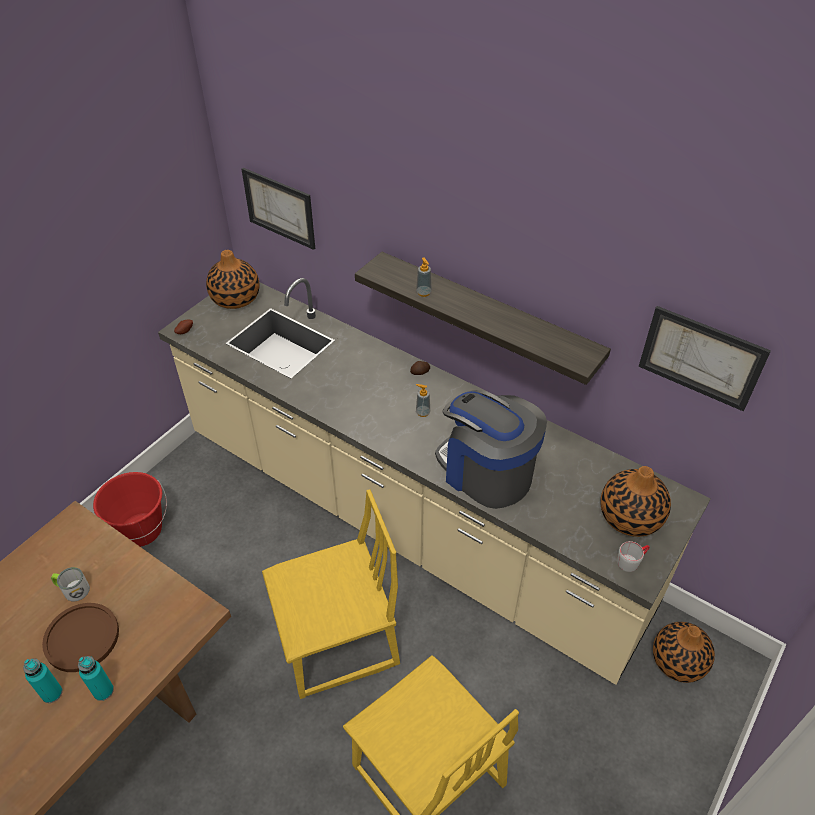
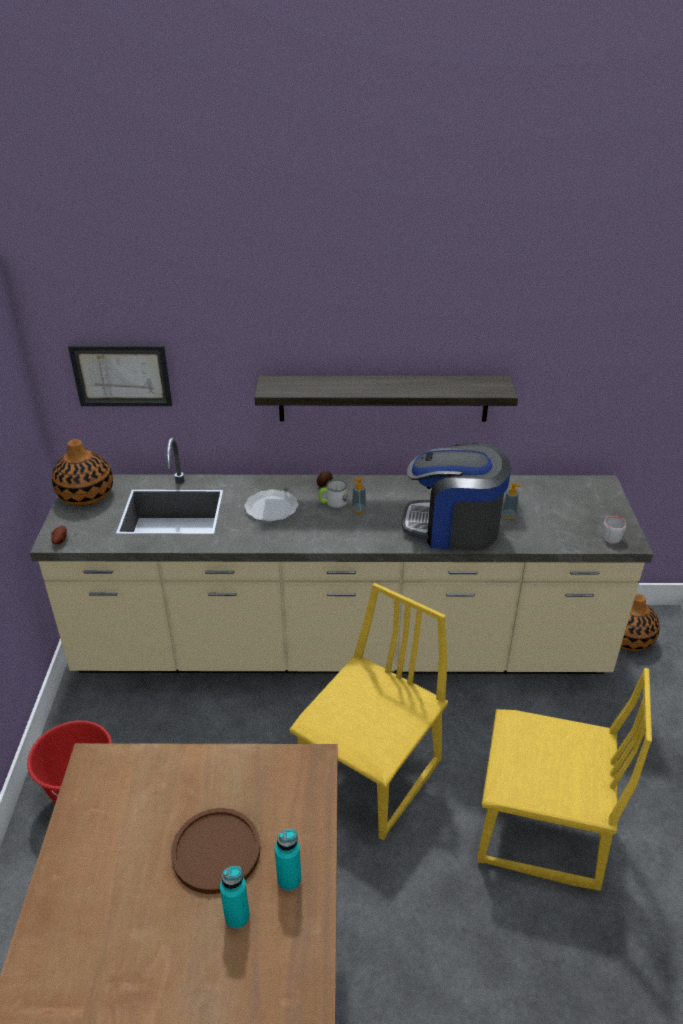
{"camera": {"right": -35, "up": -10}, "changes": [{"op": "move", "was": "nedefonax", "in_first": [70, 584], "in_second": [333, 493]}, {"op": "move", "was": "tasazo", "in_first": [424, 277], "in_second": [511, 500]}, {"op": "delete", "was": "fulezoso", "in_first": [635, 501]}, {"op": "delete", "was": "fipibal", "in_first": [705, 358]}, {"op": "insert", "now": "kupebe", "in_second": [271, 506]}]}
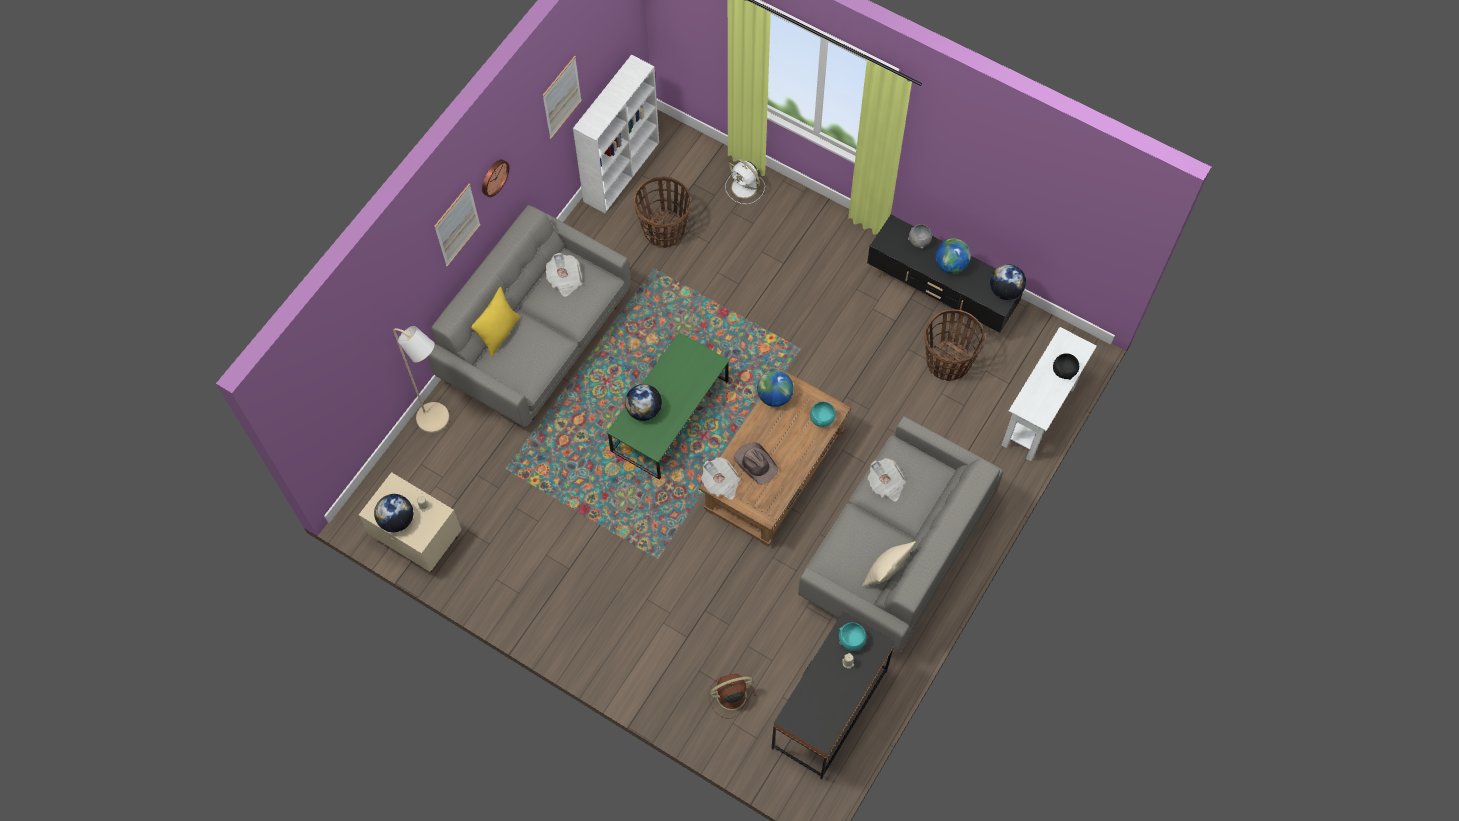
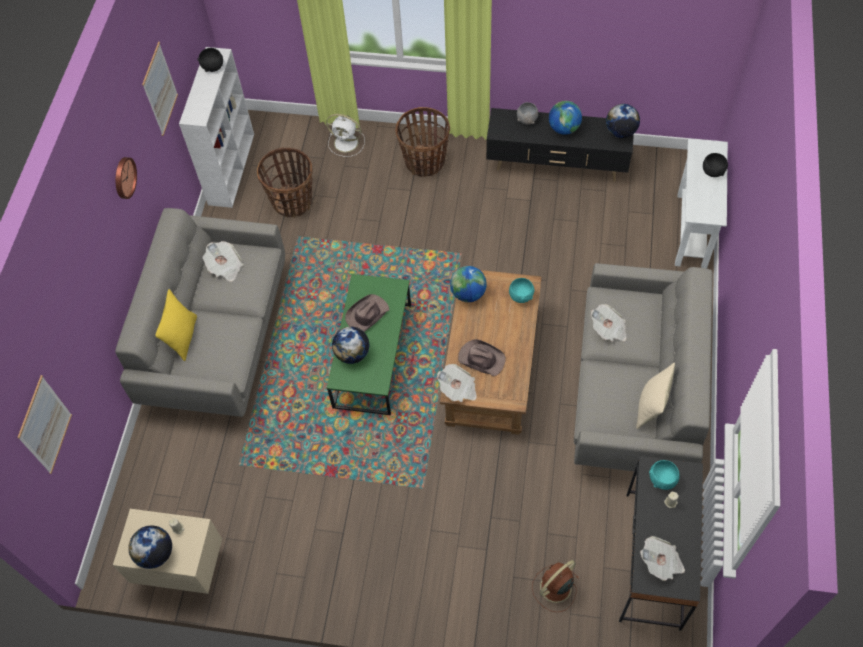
{"camera": {"right": -20, "up": -5}, "changes": [{"op": "delete", "was": "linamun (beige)", "in_first": [421, 379]}, {"op": "move", "was": "fipibal", "in_first": [457, 225], "in_second": [44, 424]}, {"op": "move", "was": "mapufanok", "in_first": [955, 345], "in_second": [422, 142]}, {"op": "insert", "now": "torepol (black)", "in_second": [210, 60]}, {"op": "insert", "now": "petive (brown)", "in_second": [367, 313]}, {"op": "insert", "now": "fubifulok", "in_second": [662, 558]}]}
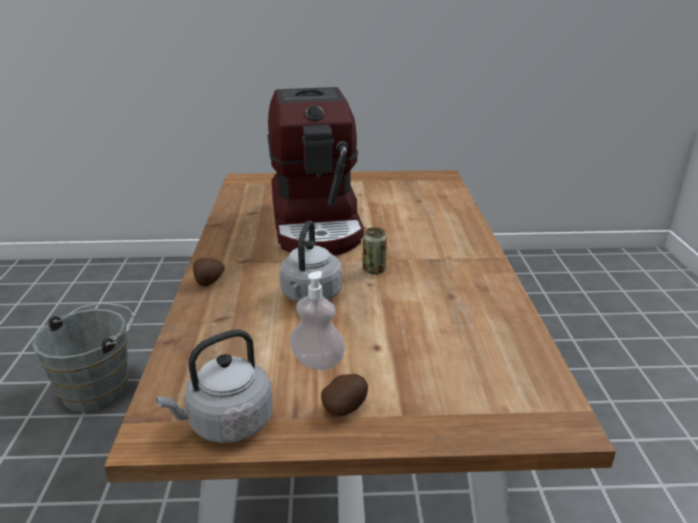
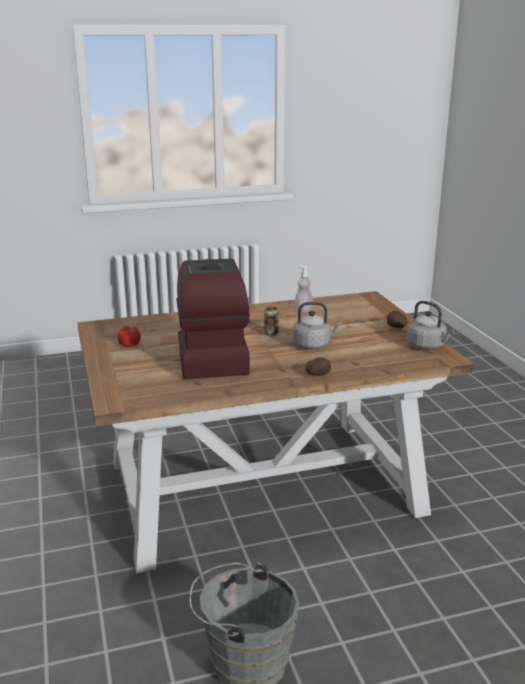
{"camera": {"right": -105, "up": -5}, "changes": [{"op": "rotate", "was": "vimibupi", "in_first": [315, 171], "in_second": [213, 319], "clockwise": -75}, {"op": "move", "was": "tasazo", "in_first": [317, 320], "in_second": [304, 289]}, {"op": "insert", "now": "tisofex", "in_second": [129, 336]}]}
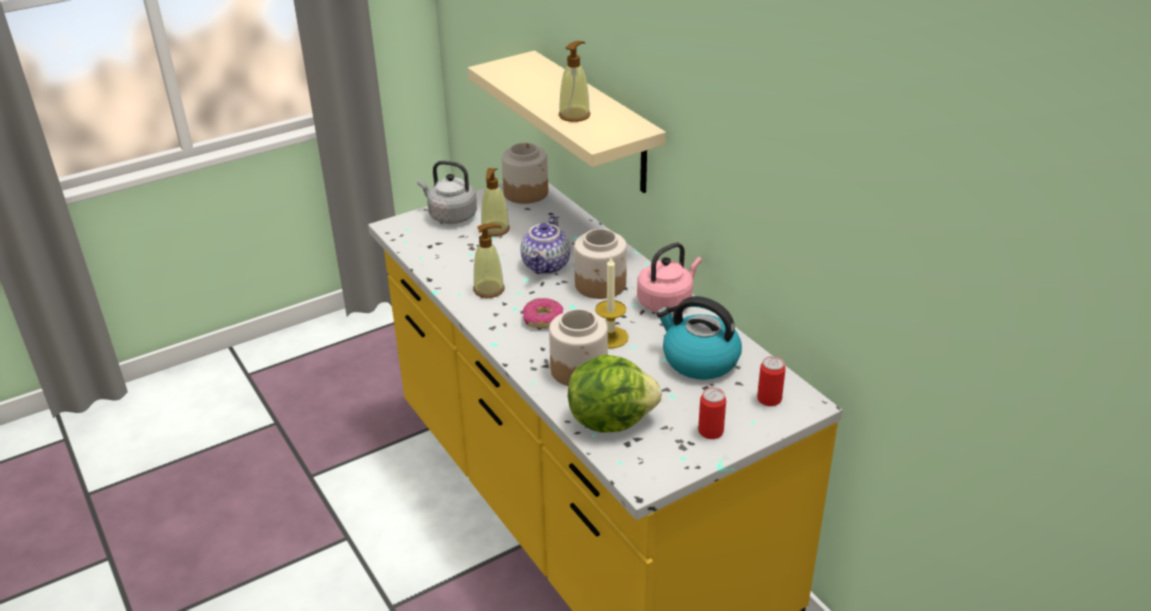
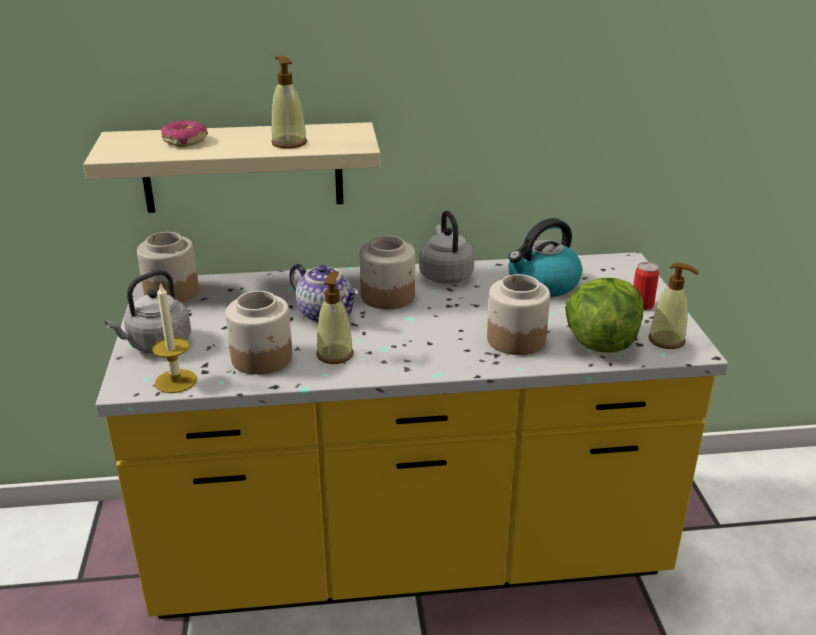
{"camera": {"right": -65, "up": -5}, "changes": [{"op": "move", "was": "tasazo", "in_first": [495, 202], "in_second": [673, 306]}, {"op": "move", "was": "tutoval", "in_first": [542, 313], "in_second": [184, 133]}, {"op": "move", "was": "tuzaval", "in_first": [612, 302], "in_second": [174, 337]}, {"op": "recolor", "was": "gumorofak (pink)", "now": "gumorofak (grey)", "in_first": [669, 277], "in_second": [447, 247]}, {"op": "delete", "was": "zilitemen", "in_first": [771, 381]}, {"op": "insert", "now": "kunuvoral", "in_second": [259, 333]}]}
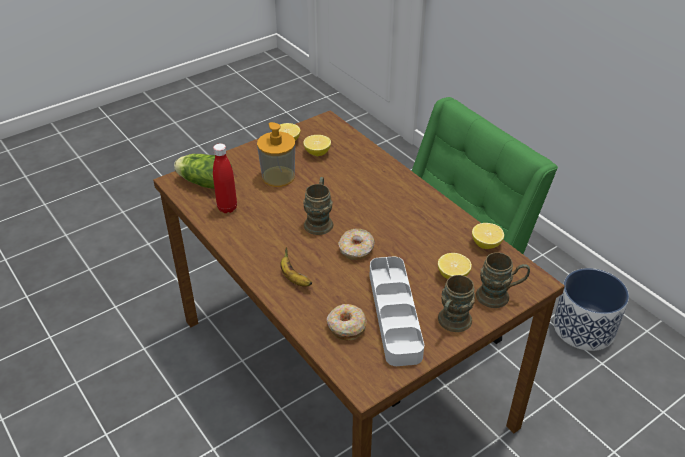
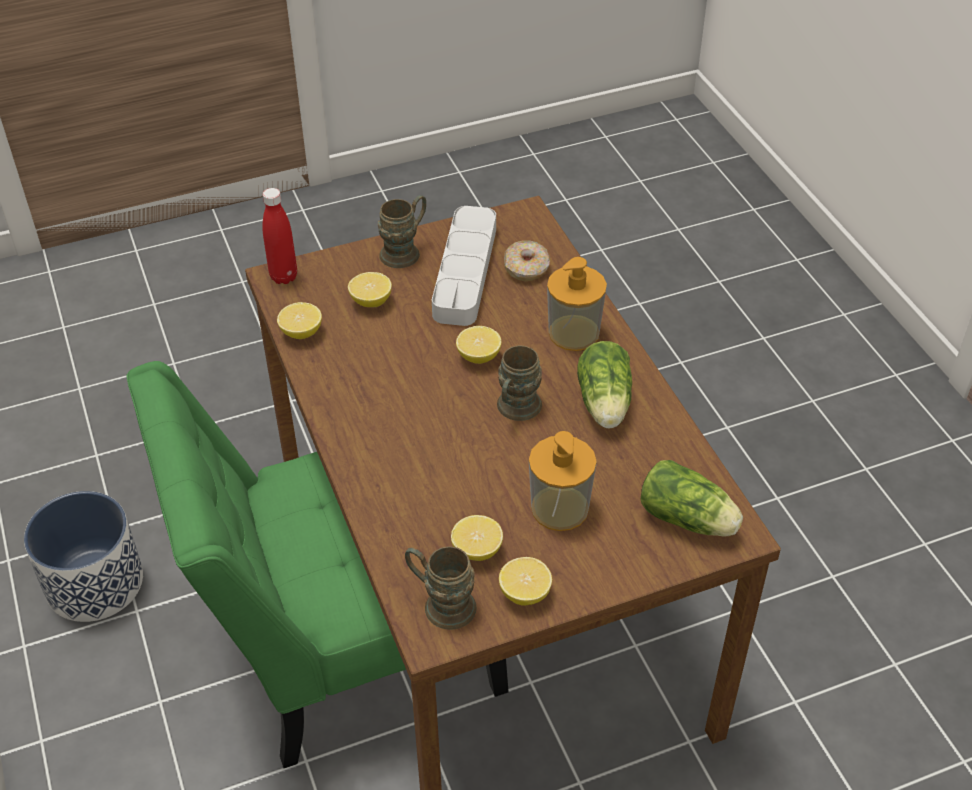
{"camera": {"right": -165, "up": 5}, "changes": [{"op": "move", "was": "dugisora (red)", "in_first": [225, 178], "in_second": [279, 236]}, {"op": "replace", "was": "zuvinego", "now": "tasazo", "in_first": [296, 267], "in_second": [577, 304]}, {"op": "replace", "was": "tutoval", "now": "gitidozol", "in_first": [356, 244], "in_second": [479, 345]}, {"op": "move", "was": "nedefonax (brown)", "in_first": [503, 280], "in_second": [440, 588]}, {"op": "insert", "now": "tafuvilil", "in_second": [604, 384]}]}
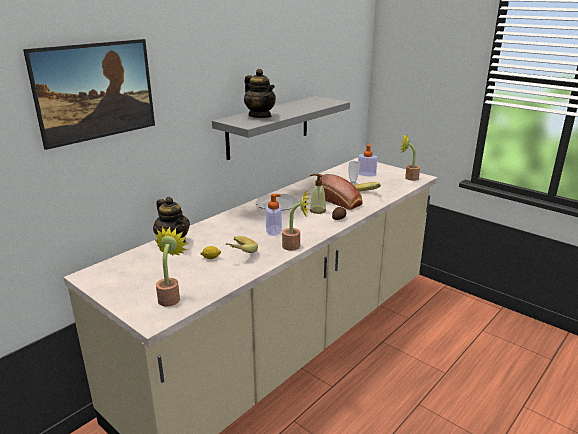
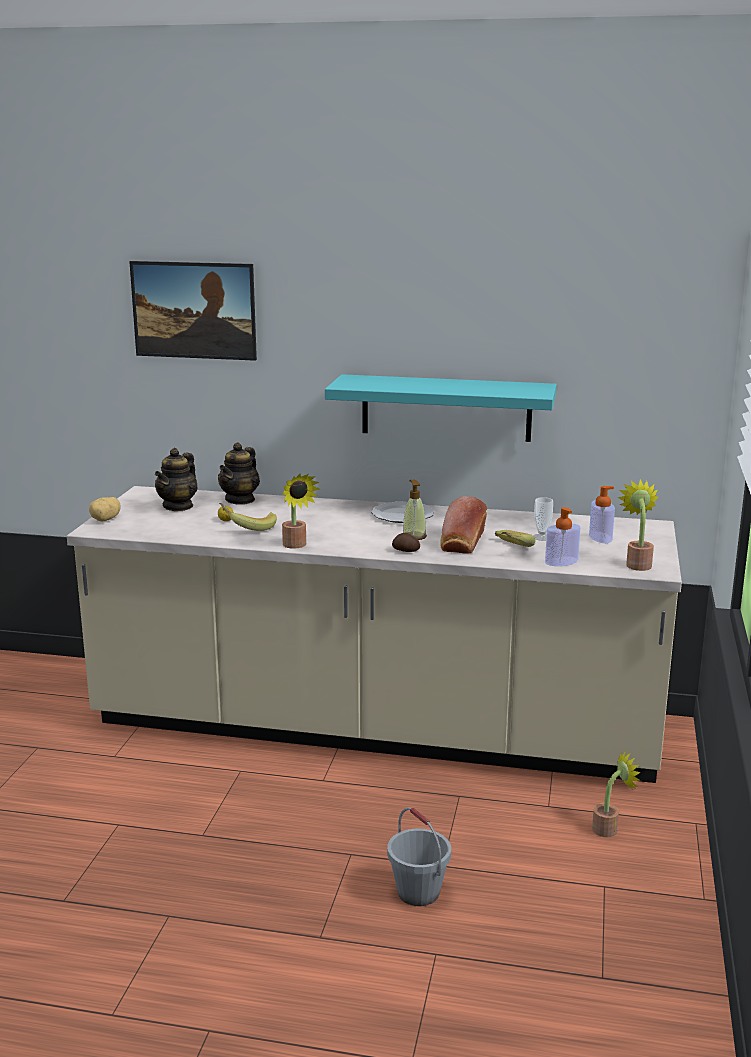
{"camera": {"right": 60, "up": -5}, "changes": [{"op": "move", "was": "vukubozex", "in_first": [171, 266], "in_second": [616, 794]}, {"op": "recolor", "was": "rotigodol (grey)", "now": "rotigodol (turquoise)", "in_first": [281, 128], "in_second": [441, 408]}, {"op": "move", "was": "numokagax", "in_first": [260, 93], "in_second": [176, 479]}, {"op": "move", "was": "tasazo", "in_first": [274, 215], "in_second": [562, 536]}, {"op": "insert", "now": "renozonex", "in_second": [105, 509]}, {"op": "insert", "now": "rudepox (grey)", "in_second": [419, 856]}]}
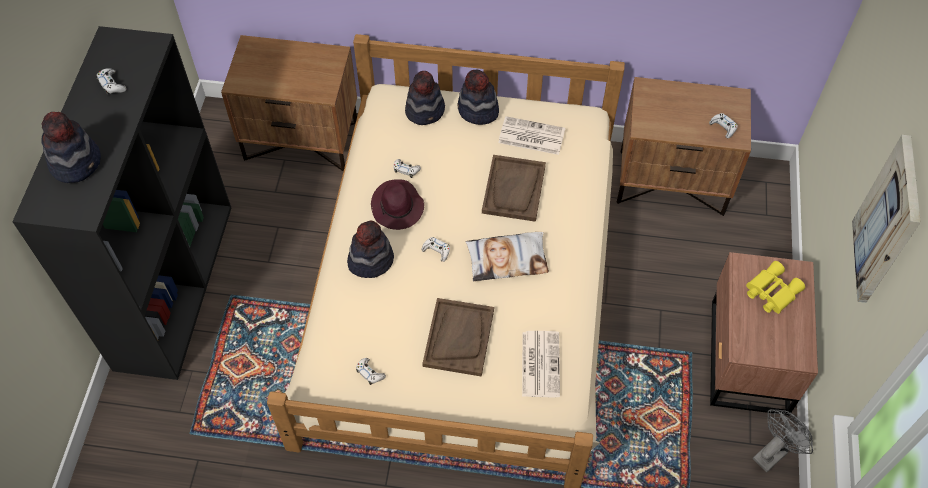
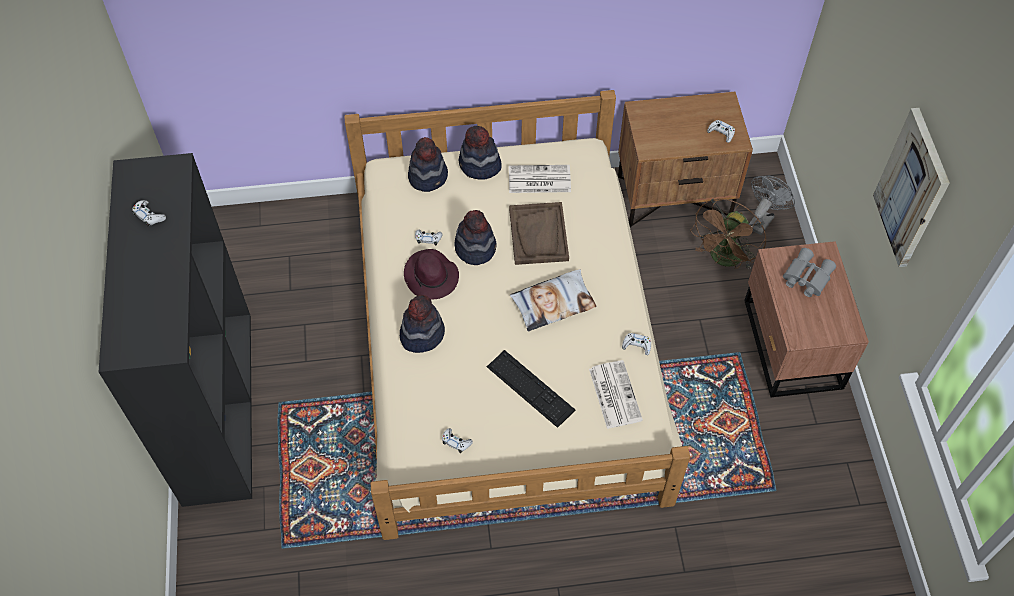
{"camera": {"right": -15, "up": 0}, "changes": [{"op": "move", "was": "petive", "in_first": [71, 147], "in_second": [476, 237]}, {"op": "delete", "was": "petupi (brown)", "in_first": [289, 103]}, {"op": "move", "was": "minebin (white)", "in_first": [435, 249], "in_second": [636, 344]}, {"op": "replace", "was": "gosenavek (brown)", "now": "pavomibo", "in_first": [458, 337], "in_second": [531, 389]}, {"op": "recolor", "was": "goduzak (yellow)", "now": "goduzak (grey)", "in_first": [775, 287], "in_second": [809, 272]}, {"op": "move", "was": "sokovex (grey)", "in_first": [783, 440], "in_second": [772, 205]}, {"op": "insert", "now": "sokovex (brown)", "in_second": [728, 233]}]}
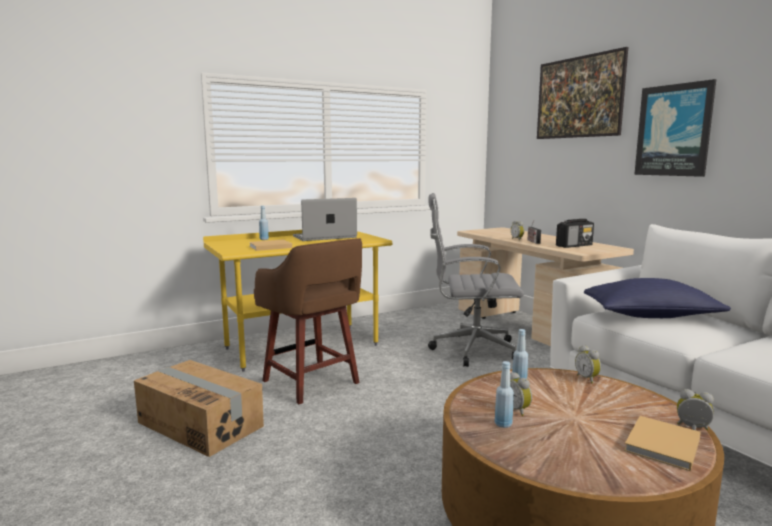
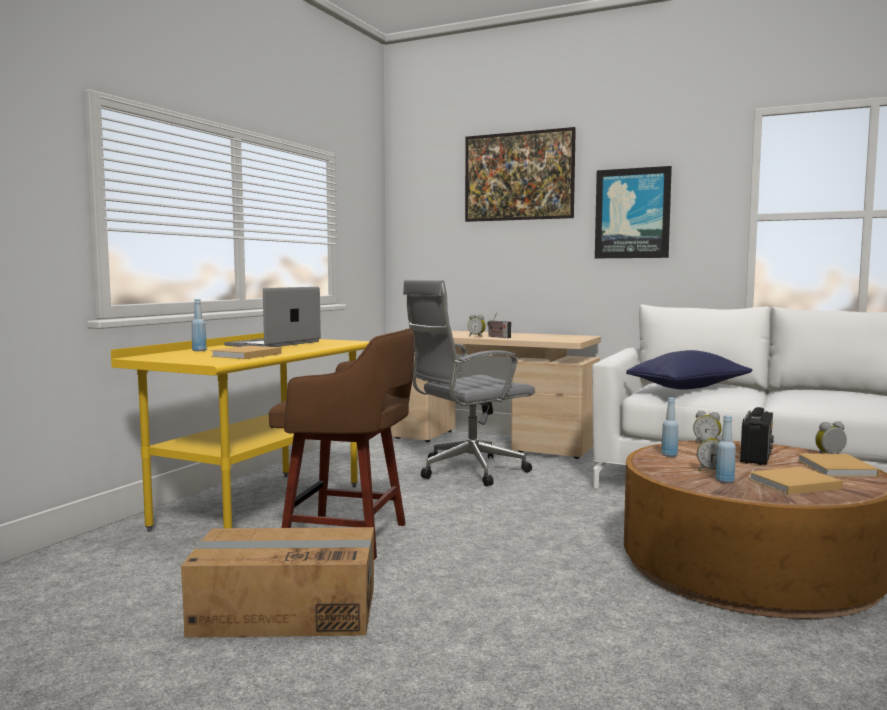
{"camera": {"right": -35, "up": -5}, "changes": [{"op": "move", "was": "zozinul", "in_first": [575, 233], "in_second": [757, 436]}, {"op": "insert", "now": "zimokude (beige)", "in_second": [795, 481]}]}
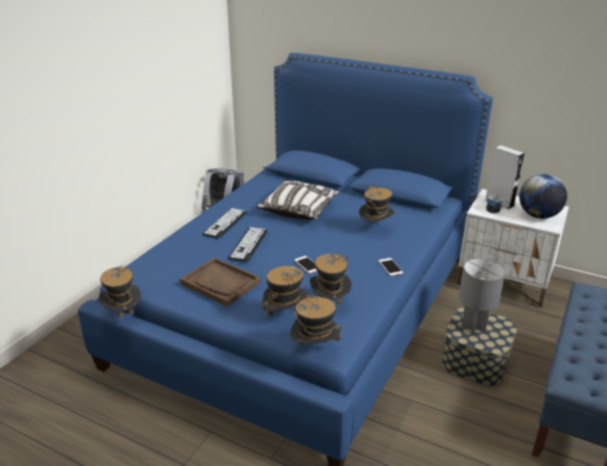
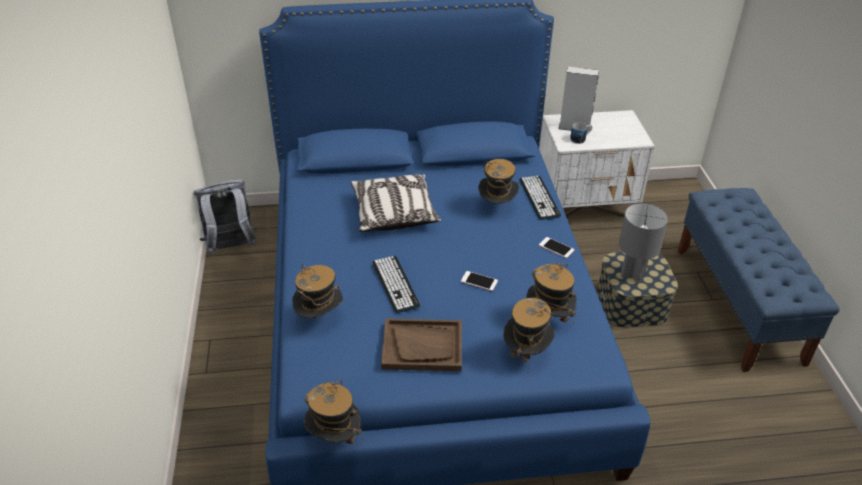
{"camera": {"right": -35, "up": 10}, "changes": [{"op": "move", "was": "pavomibo", "in_first": [224, 223], "in_second": [540, 198]}, {"op": "move", "was": "petive", "in_first": [316, 318], "in_second": [317, 291]}, {"op": "delete", "was": "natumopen", "in_first": [543, 196]}]}
